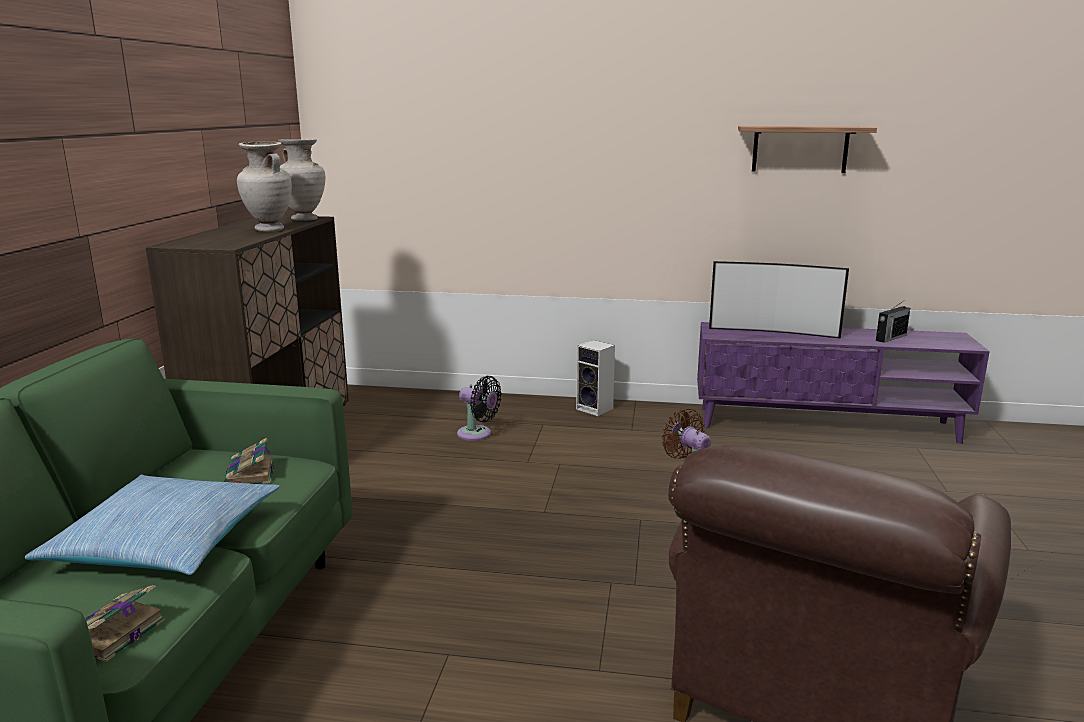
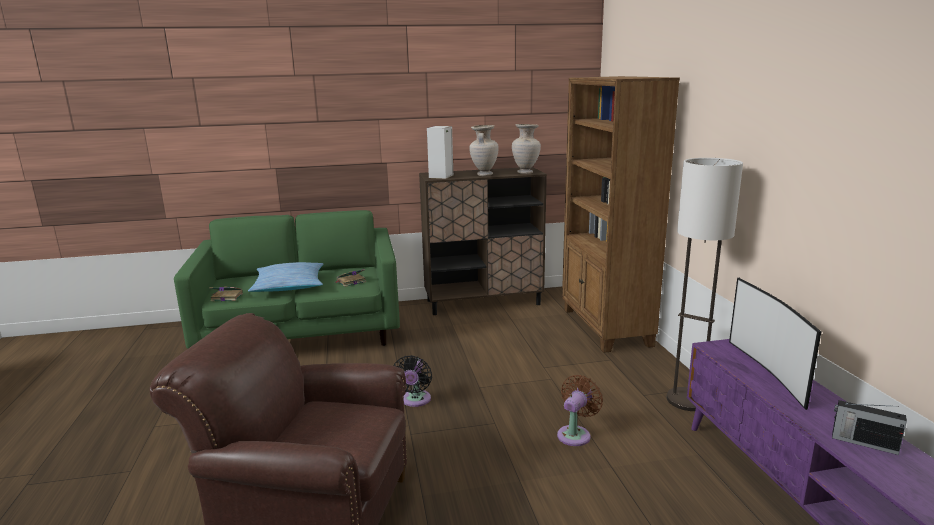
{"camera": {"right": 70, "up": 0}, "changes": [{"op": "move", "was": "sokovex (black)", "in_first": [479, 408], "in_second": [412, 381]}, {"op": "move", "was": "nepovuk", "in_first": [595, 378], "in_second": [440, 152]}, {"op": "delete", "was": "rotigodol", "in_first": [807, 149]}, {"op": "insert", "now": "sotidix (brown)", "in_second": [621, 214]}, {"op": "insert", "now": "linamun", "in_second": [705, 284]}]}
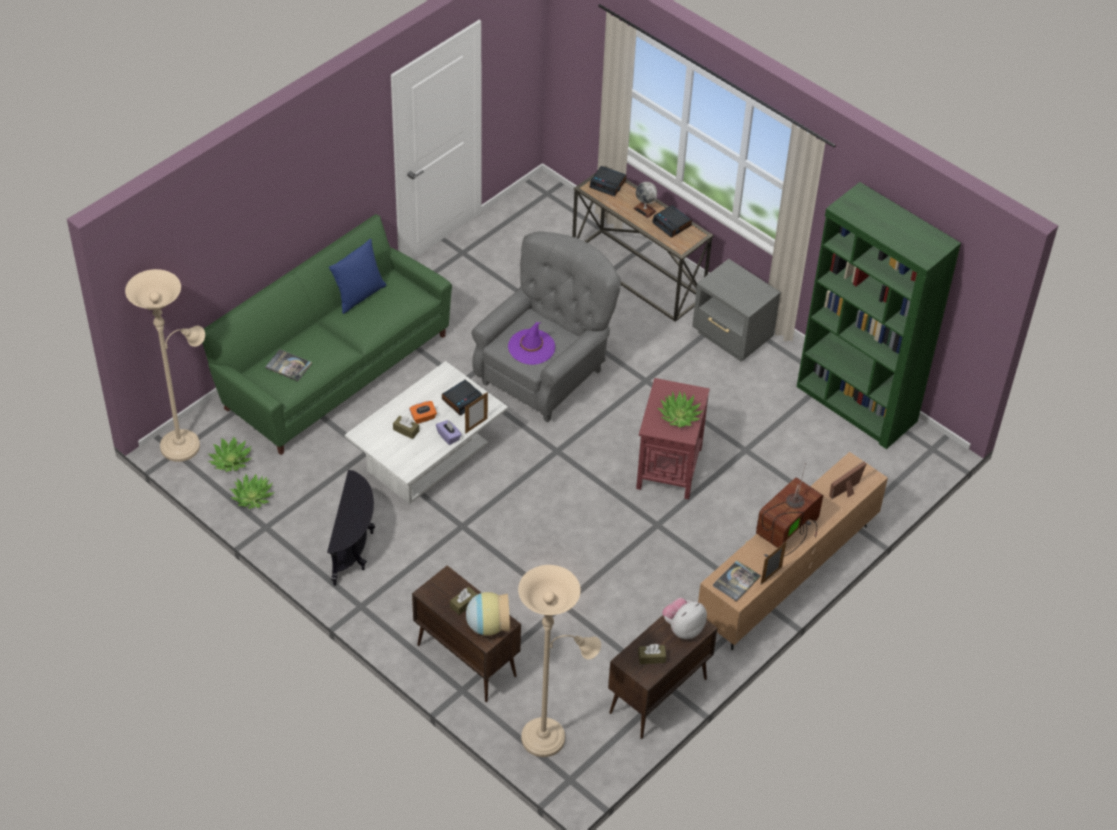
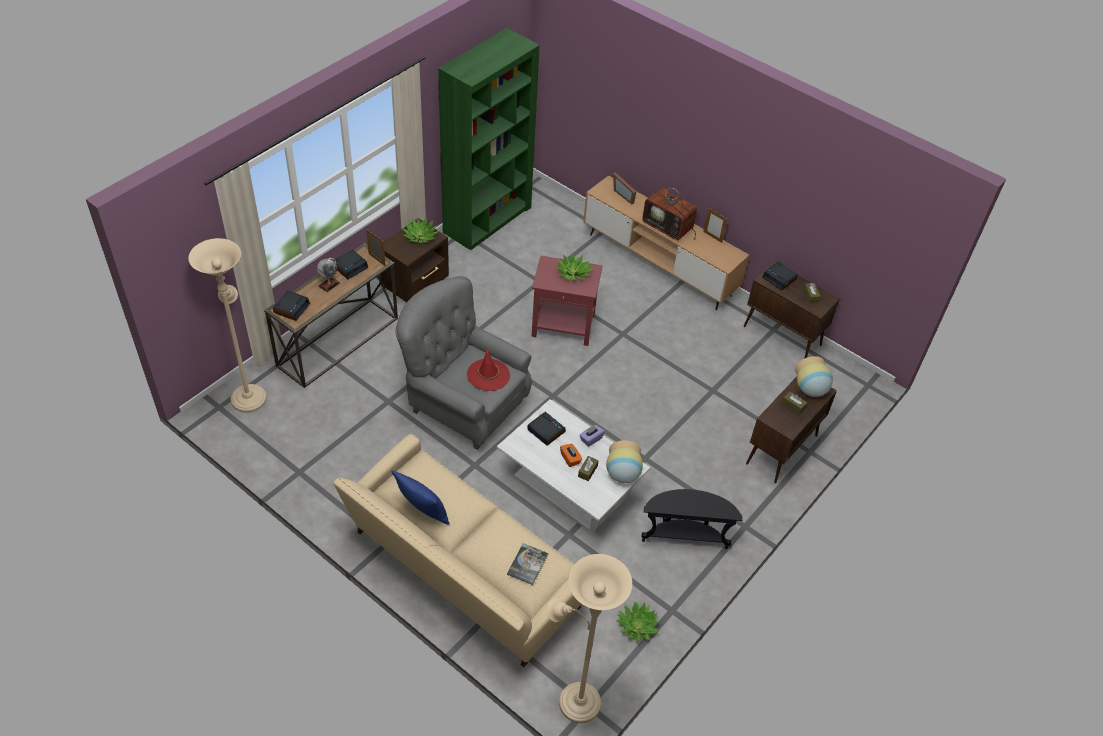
{"camera": {"right": -95, "up": 0}, "changes": [{"op": "recolor", "was": "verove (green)", "now": "verove (beige)", "in_first": [327, 334], "in_second": [457, 551]}, {"op": "move", "was": "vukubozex", "in_first": [230, 454], "in_second": [420, 229]}, {"op": "move", "was": "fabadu", "in_first": [476, 413], "in_second": [376, 247]}, {"op": "recolor", "was": "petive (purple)", "now": "petive (red)", "in_first": [531, 343], "in_second": [488, 370]}, {"op": "move", "was": "linamun (beige)", "in_first": [559, 661], "in_second": [227, 325]}, {"op": "replace", "was": "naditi", "now": "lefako", "in_first": [684, 618], "in_second": [780, 276]}, {"op": "recolor", "was": "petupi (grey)", "now": "petupi (brown)", "in_first": [736, 310], "in_second": [414, 260]}, {"op": "delete", "was": "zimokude", "in_first": [737, 581]}, {"op": "insert", "now": "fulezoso", "in_second": [624, 461]}]}
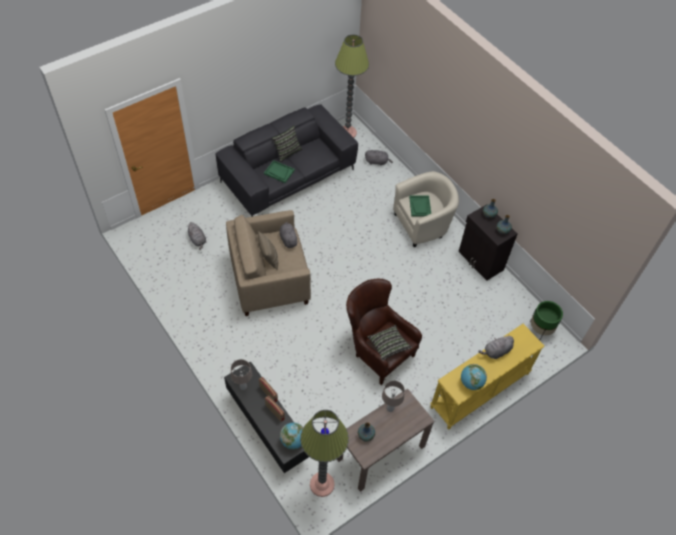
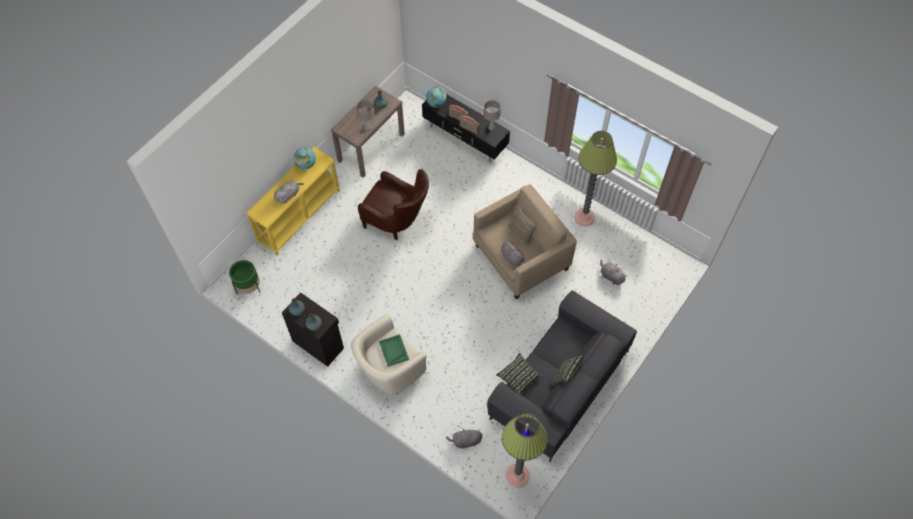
{"camera": {"right": 165, "up": 5}, "changes": [{"op": "delete", "was": "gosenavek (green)", "in_first": [279, 171]}, {"op": "move", "was": "linamun", "in_first": [324, 453], "in_second": [595, 178]}, {"op": "move", "was": "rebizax", "in_first": [389, 342], "in_second": [519, 374]}]}
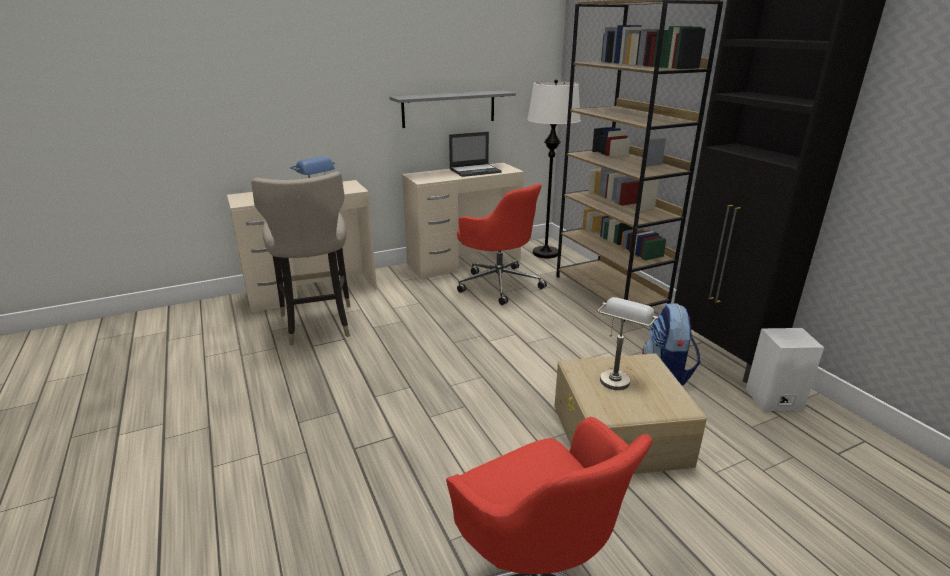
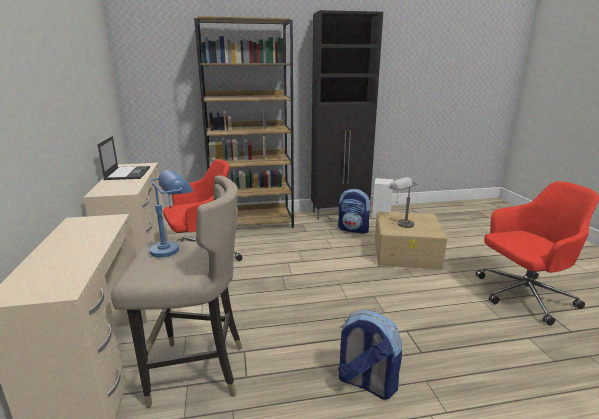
{"camera": {"right": -75, "up": -5}, "changes": [{"op": "delete", "was": "rotigodol (grey)", "in_first": [453, 109]}, {"op": "delete", "was": "linamun (white)", "in_first": [554, 168]}, {"op": "insert", "now": "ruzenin", "in_second": [370, 355]}]}
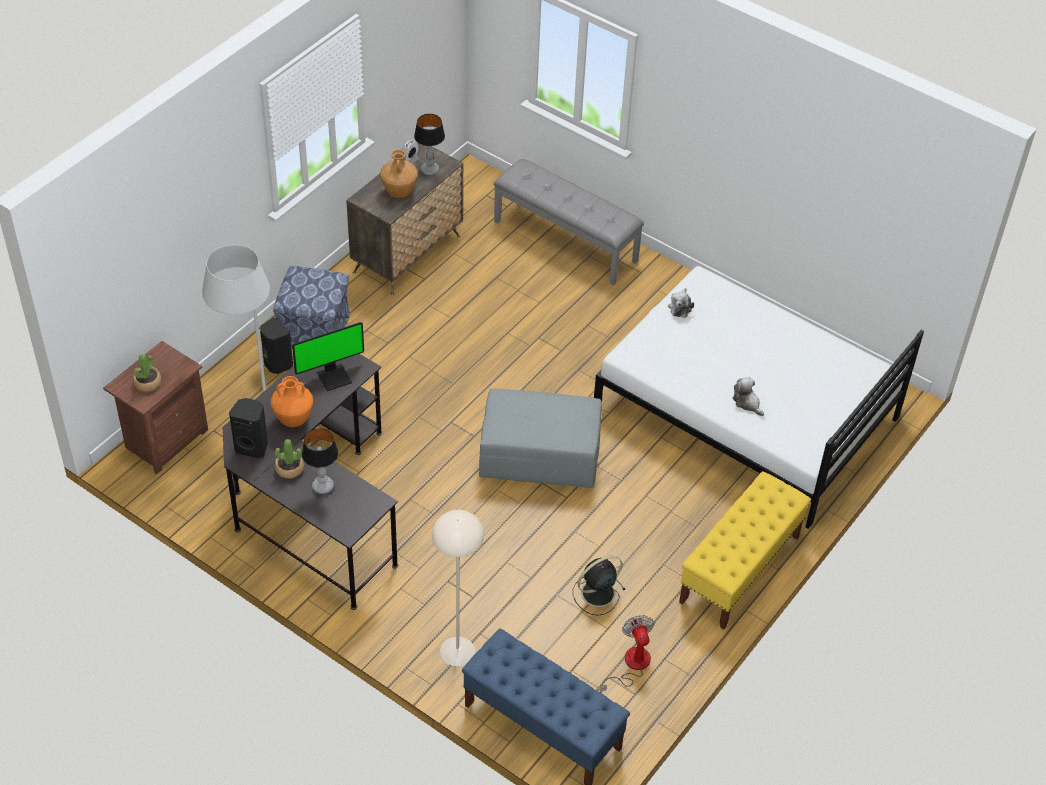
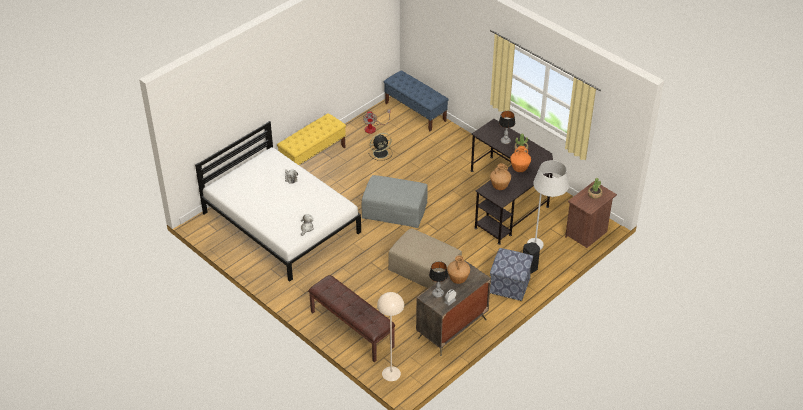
{"camera": {"right": -170, "up": -5}, "changes": [{"op": "delete", "was": "nepovuk (black)", "in_first": [248, 428]}, {"op": "replace", "was": "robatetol", "now": "fulezoso (brown)", "in_first": [328, 356], "in_second": [500, 176]}, {"op": "move", "was": "linamun (beige)", "in_first": [458, 588], "in_second": [390, 336]}, {"op": "recolor", "was": "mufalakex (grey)", "now": "mufalakex (brown)", "in_first": [569, 222], "in_second": [351, 318]}, {"op": "insert", "now": "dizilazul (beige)", "in_second": [425, 259]}]}
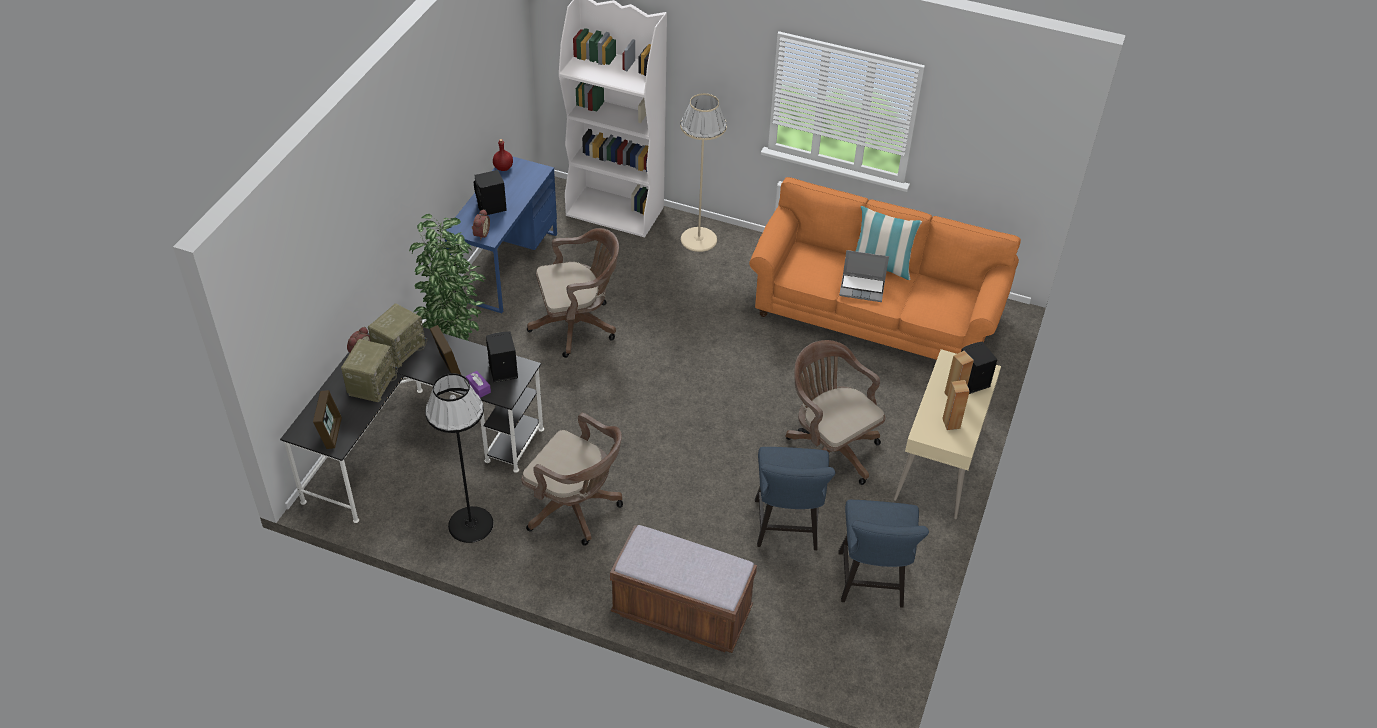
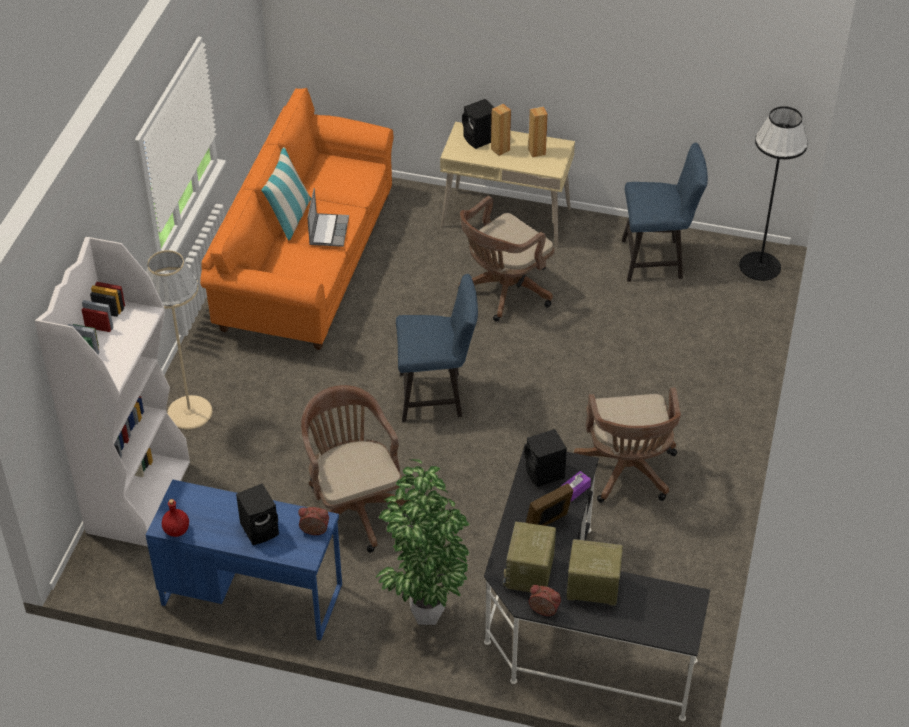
{"camera": {"right": -95, "up": 0}, "changes": [{"op": "delete", "was": "fabadu", "in_first": [327, 419]}, {"op": "rotate", "was": "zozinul", "in_first": [398, 336], "in_second": [529, 556], "clockwise": -105}, {"op": "move", "was": "linamun (black)", "in_first": [459, 458], "in_second": [773, 193]}, {"op": "rotate", "was": "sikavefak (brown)", "in_first": [572, 479], "in_second": [627, 445], "clockwise": 150}, {"op": "delete", "was": "mufalakex (brown)", "in_first": [683, 589]}, {"op": "move", "was": "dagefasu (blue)", "in_first": [795, 498], "in_second": [437, 348]}]}
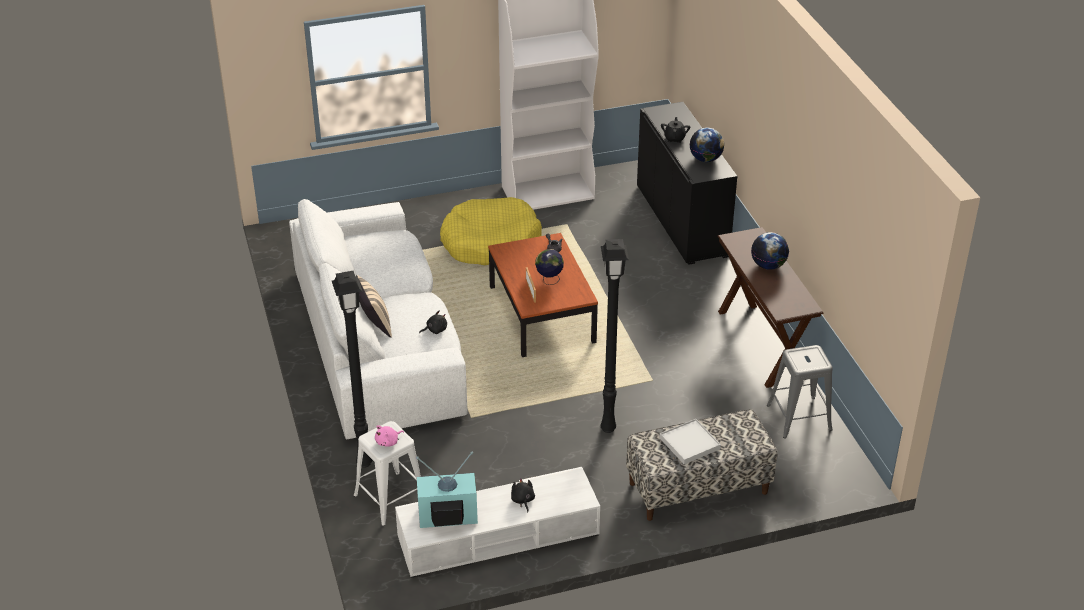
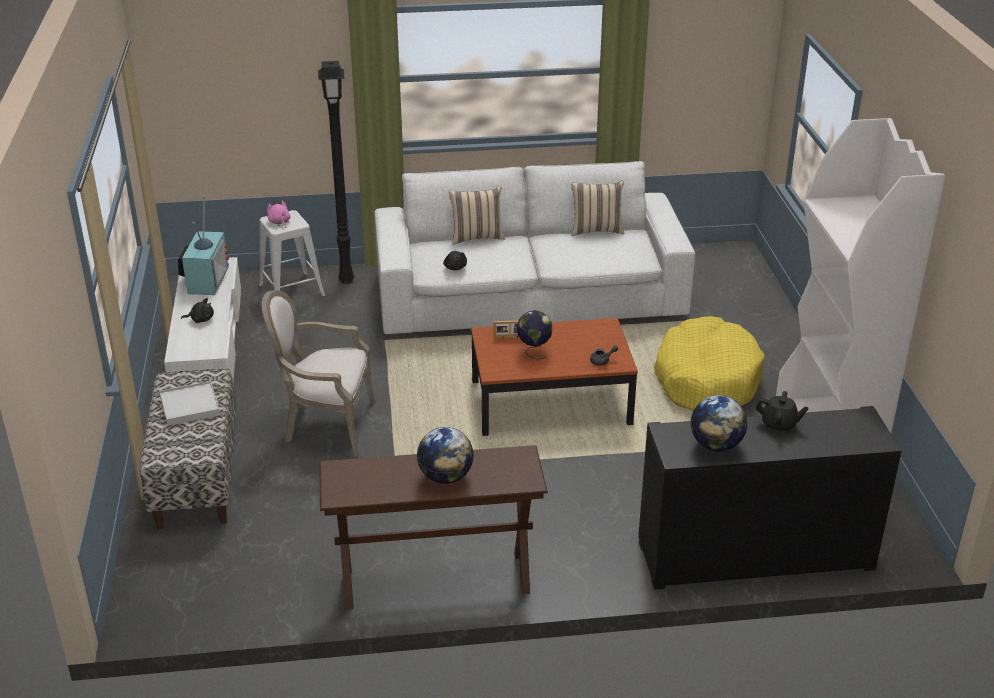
{"camera": {"right": 100, "up": -5}, "changes": [{"op": "replace", "was": "linamun (black)", "now": "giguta", "in_first": [615, 336], "in_second": [318, 373]}, {"op": "delete", "was": "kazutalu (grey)", "in_first": [800, 392]}, {"op": "insert", "now": "rebizax (beige)", "in_second": [598, 208]}]}
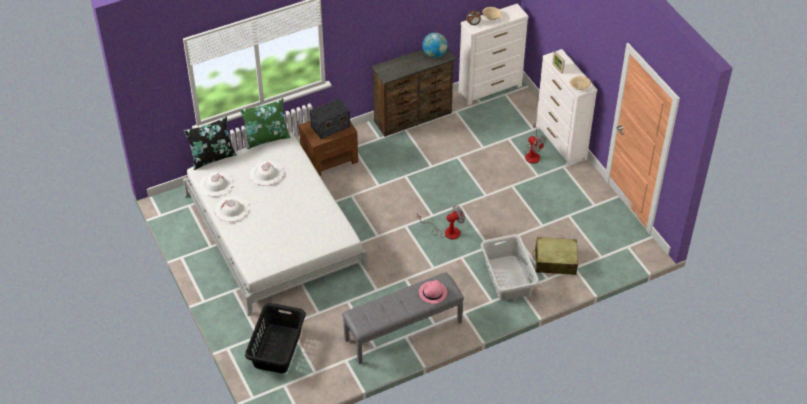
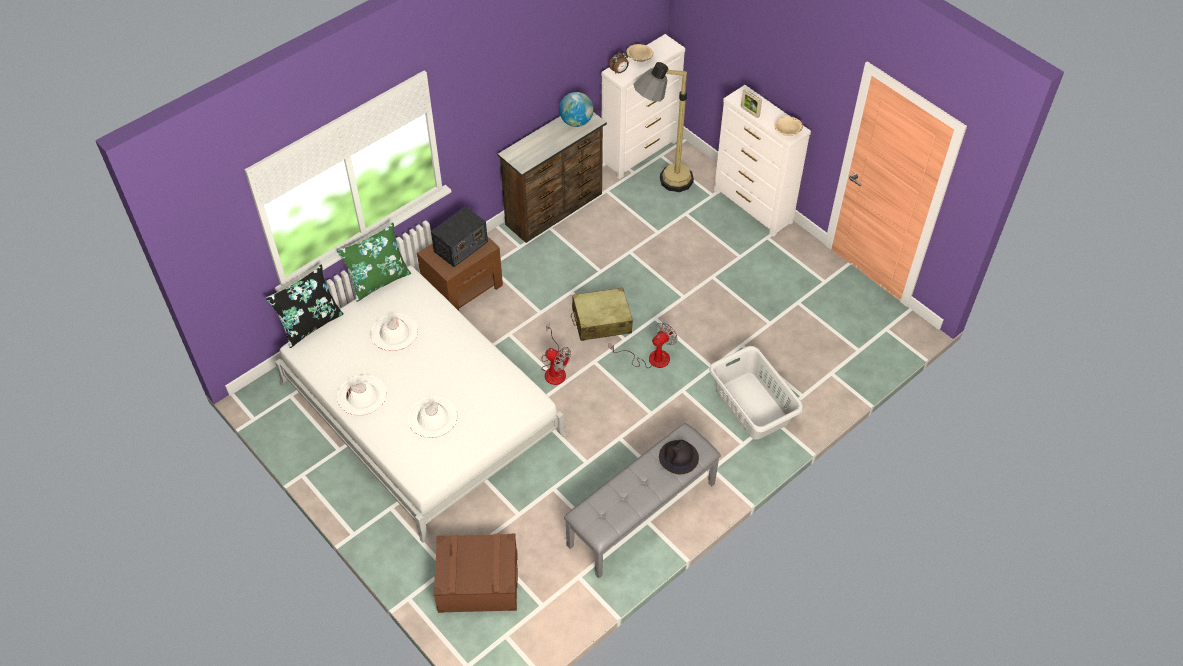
{"camera": {"right": -15, "up": 5}, "changes": [{"op": "move", "was": "petive (white)", "in_first": [216, 184], "in_second": [432, 417]}, {"op": "replace", "was": "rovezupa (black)", "now": "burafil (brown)", "in_first": [275, 338], "in_second": [476, 573]}, {"op": "recolor", "was": "petive (pink)", "now": "petive (black)", "in_first": [433, 292], "in_second": [679, 457]}, {"op": "move", "was": "sokovex", "in_first": [535, 143], "in_second": [556, 354]}, {"op": "move", "was": "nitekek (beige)", "in_first": [555, 256], "in_second": [602, 314]}, {"op": "insert", "now": "linamun", "in_second": [663, 127]}]}
